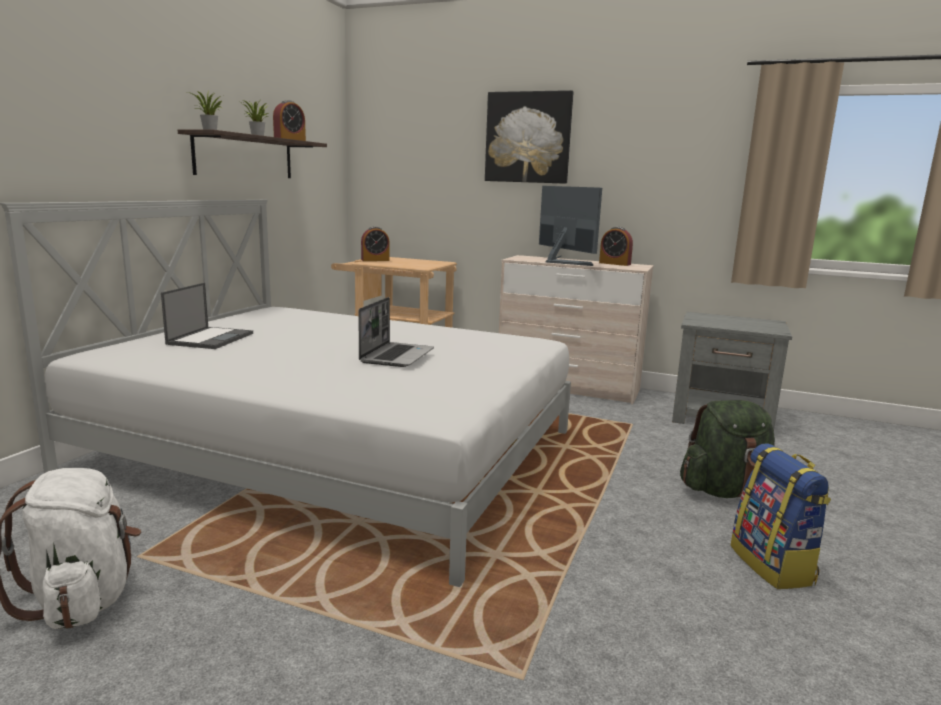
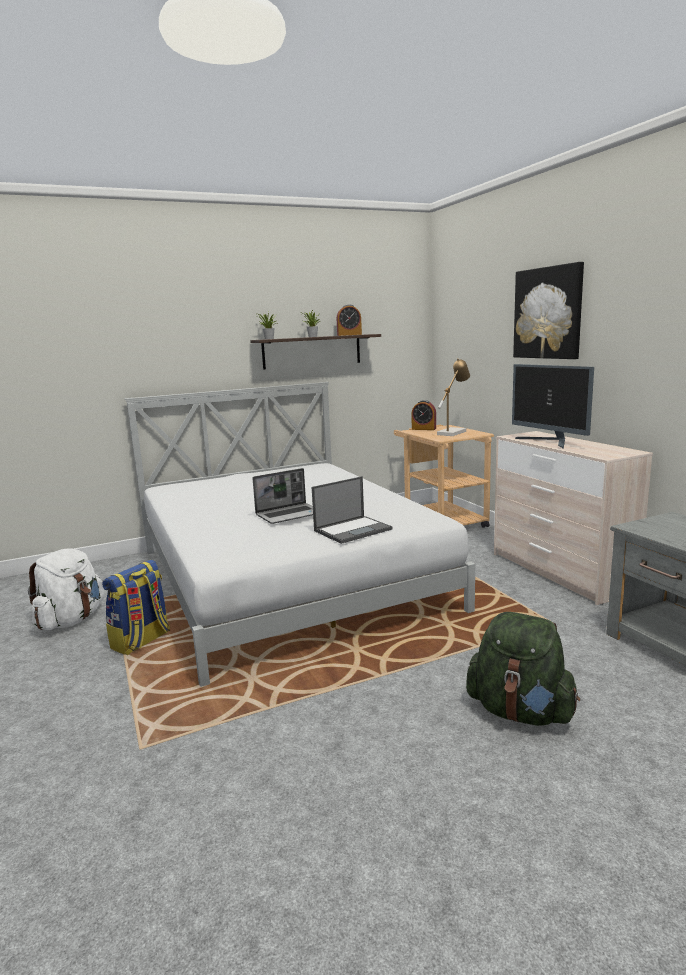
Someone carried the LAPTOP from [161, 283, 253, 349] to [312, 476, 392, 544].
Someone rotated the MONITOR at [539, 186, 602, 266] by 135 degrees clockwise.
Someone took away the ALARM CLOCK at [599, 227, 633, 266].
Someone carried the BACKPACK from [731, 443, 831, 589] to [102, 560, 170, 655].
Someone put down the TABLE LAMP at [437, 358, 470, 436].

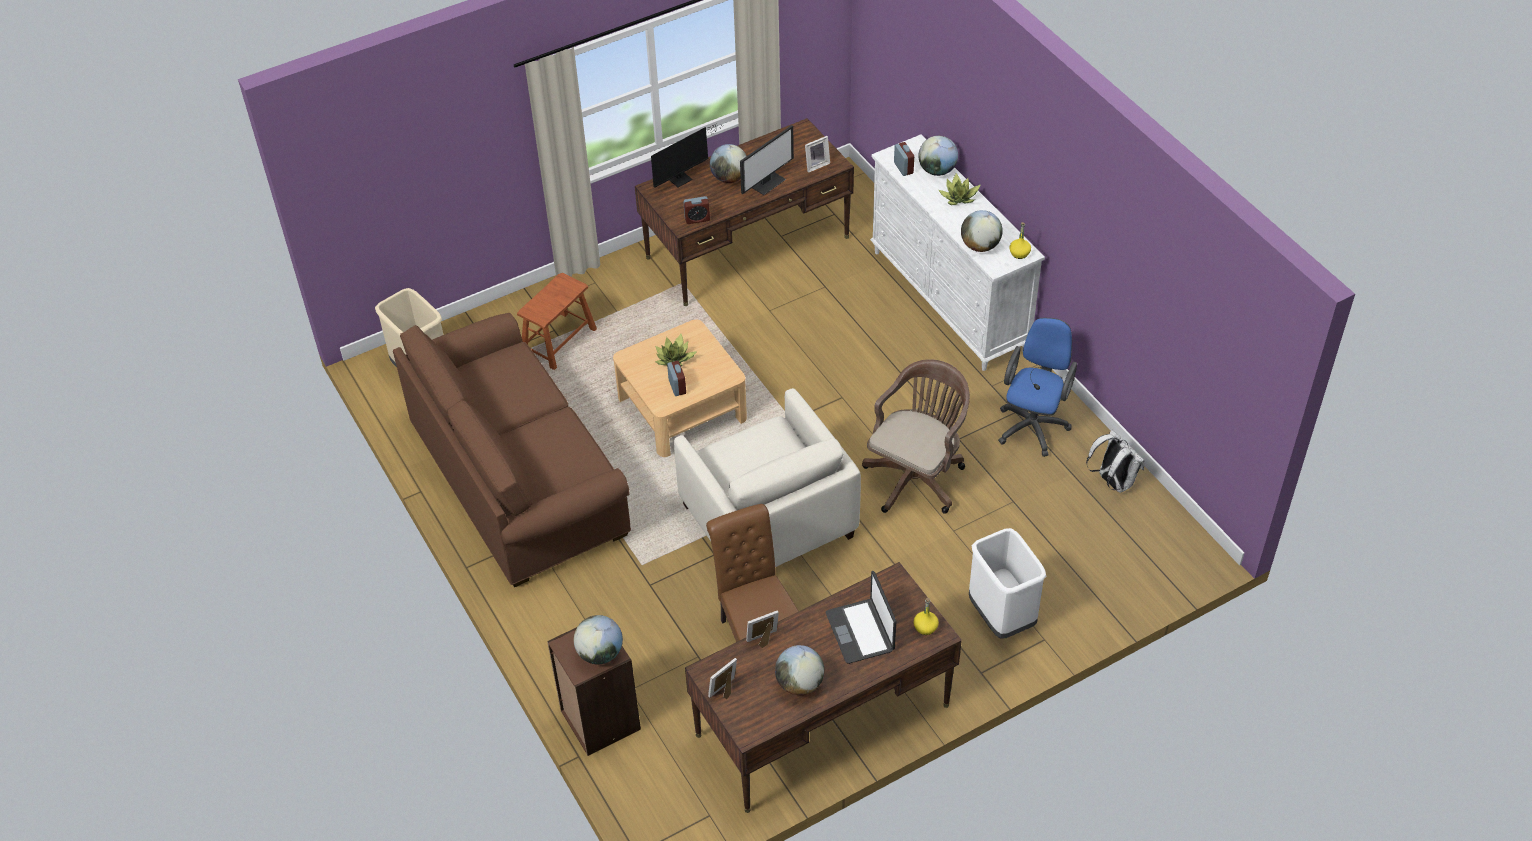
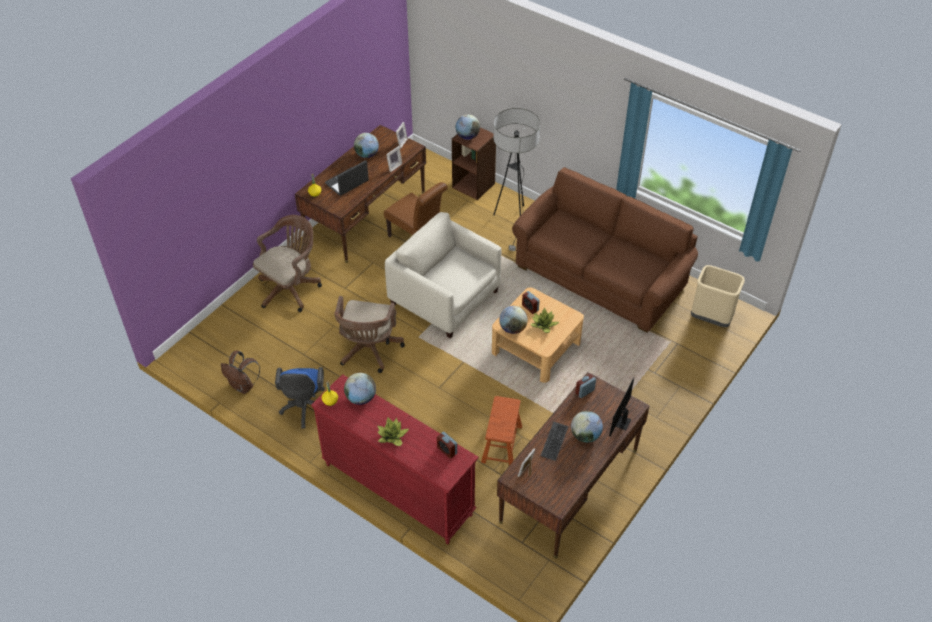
Someone carried the BROWN STOOL from [517, 273, 597, 370] to [481, 396, 522, 466].
Someone swapped the MONITOR at [740, 125, 794, 195] for the KEYBOARD at [541, 422, 569, 461].
Someone rotated the LAPTOP at [826, 571, 896, 664] by 90 degrees counterclockwise.
Someone repainted the WHITE DRESSER at [870, 134, 1045, 371], which became the RED DRESSER at [311, 374, 479, 544].
Someone carried the GLOBE from [918, 136, 958, 176] to [499, 306, 528, 334].
Someone swapped the WHITE TRASH CAN at [969, 528, 1046, 639] for the BROWN OFFICE CHAIR at [253, 215, 322, 312].
Someone repainted the WHITE BACKPACK at [1086, 430, 1144, 493], which became the BROWN BACKPACK at [221, 351, 260, 394].
Someone put down the FLOOR LAMP at [493, 108, 540, 251].

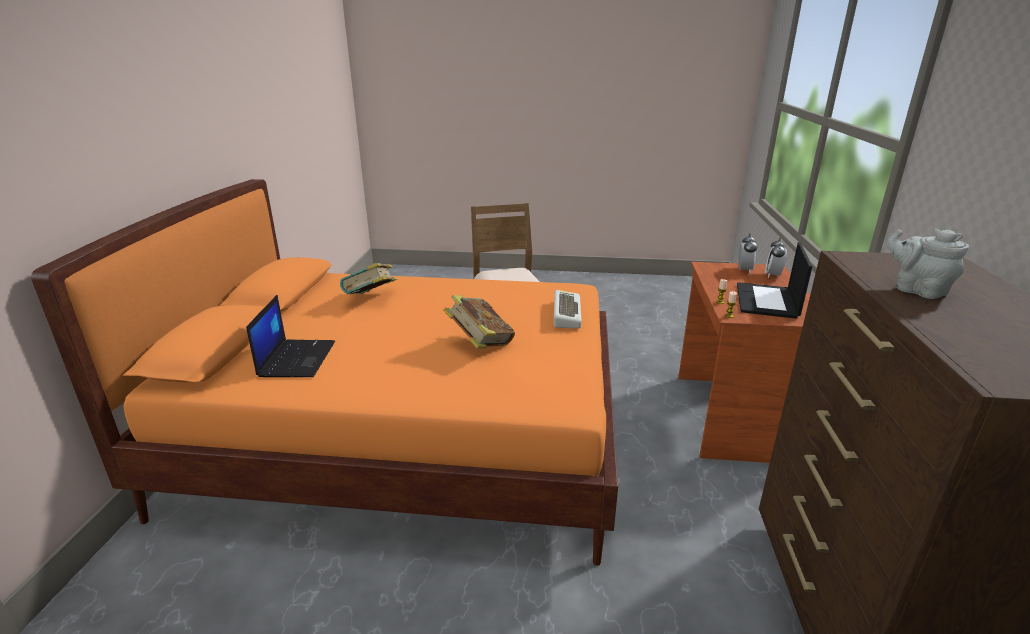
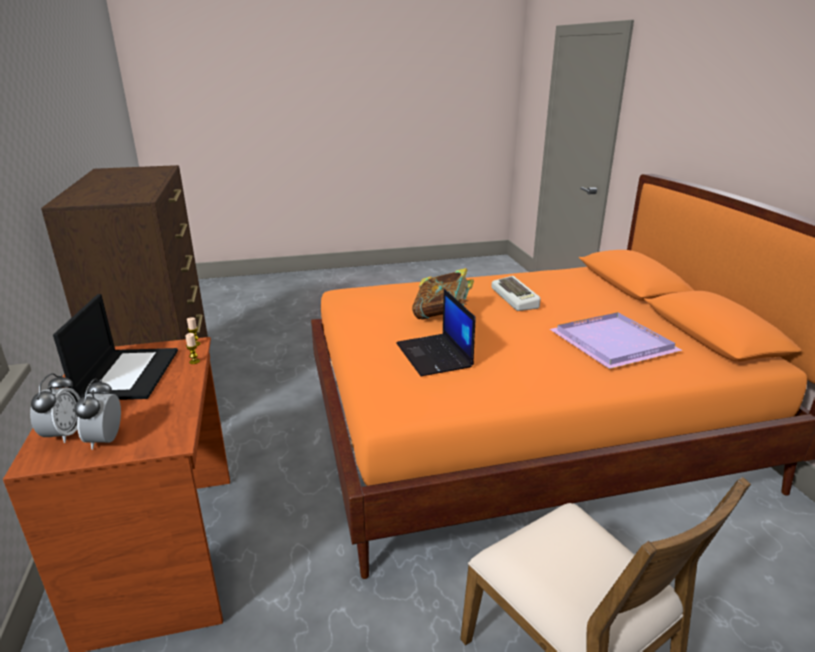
Someone carried the LAPTOP from [246, 295, 335, 377] to [396, 289, 475, 376].
Someone swapped the BOOK at [340, 263, 397, 294] for the PURPLE TRAY at [550, 312, 682, 369].
Someone carried the KEYBOARD from [553, 290, 582, 328] to [492, 276, 541, 311].
Someone took away the GREY TEAPOT at [887, 229, 969, 299].

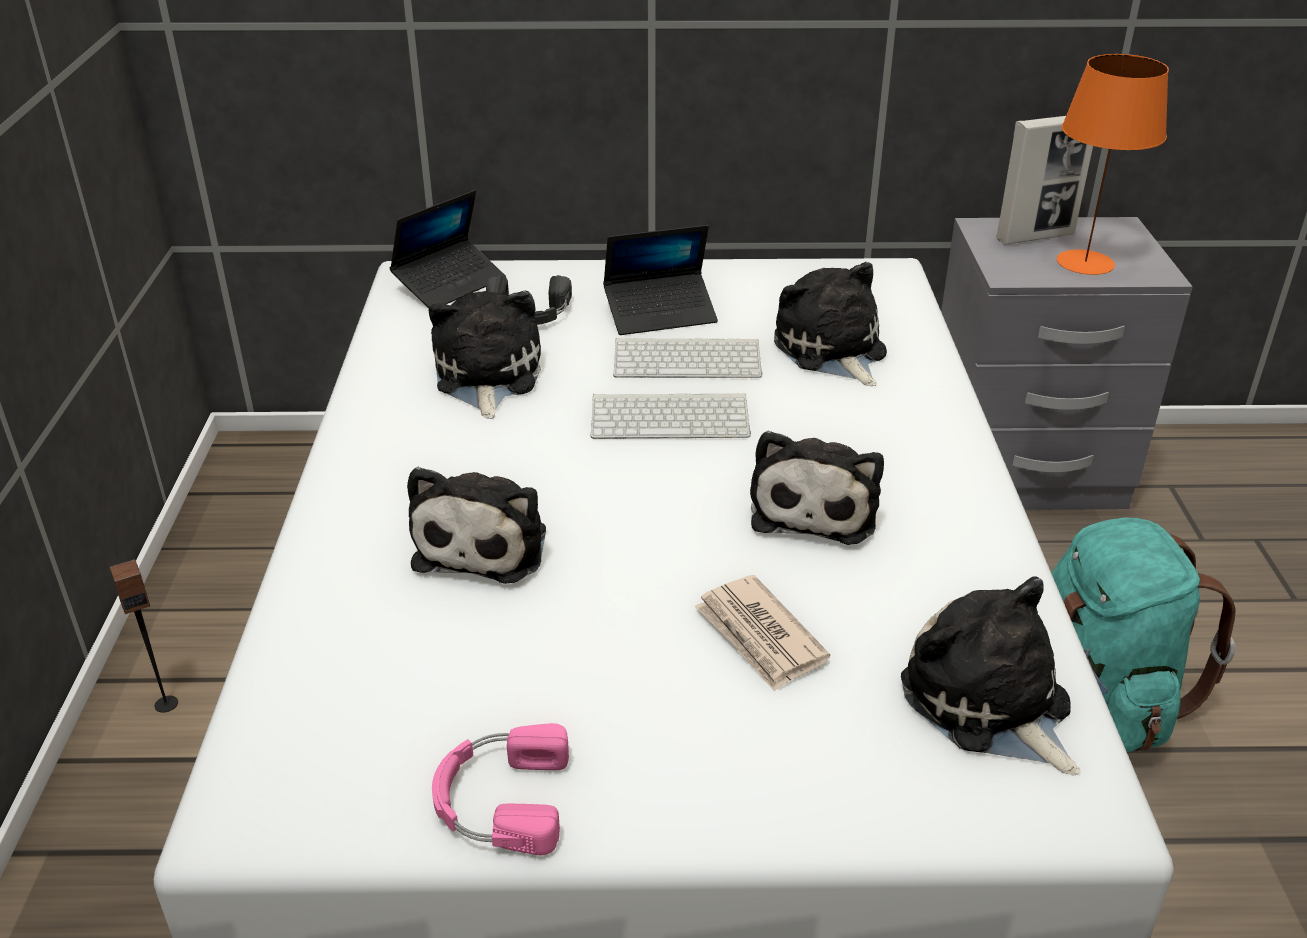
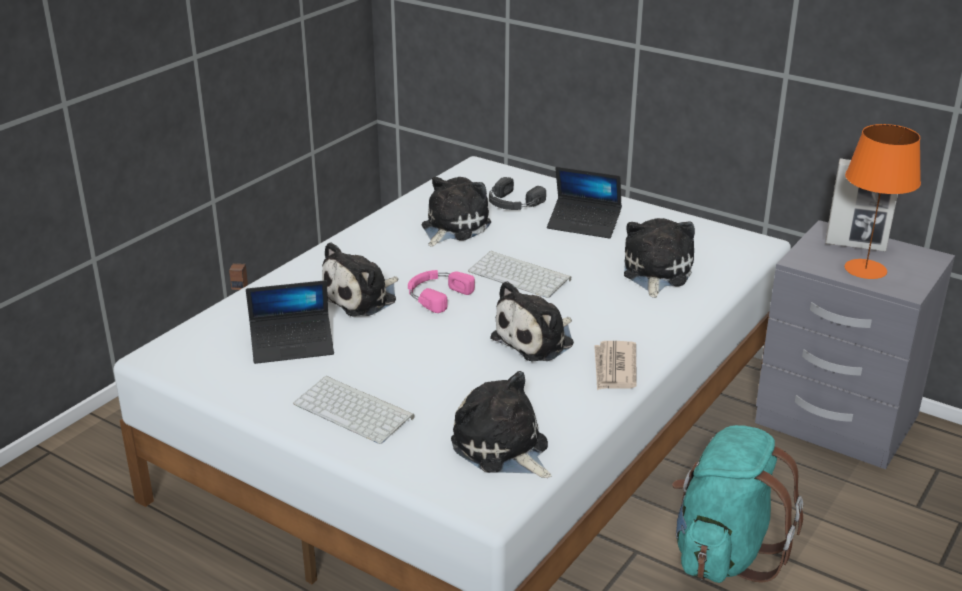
Someone carried the LAPTOP from [390, 190, 506, 308] to [246, 280, 334, 364].
Someone carried the PINK HEADPHONES from [432, 723, 569, 855] to [408, 270, 475, 313].
Someone carried the KEYBOARD from [613, 338, 762, 378] to [293, 376, 415, 444].
Someone carried the NEWSPAPER from [695, 575, 830, 692] to [594, 341, 637, 390].
Someone rotated the PLUSH TOY at [901, 576, 1081, 776] by 45 degrees counterclockwise.

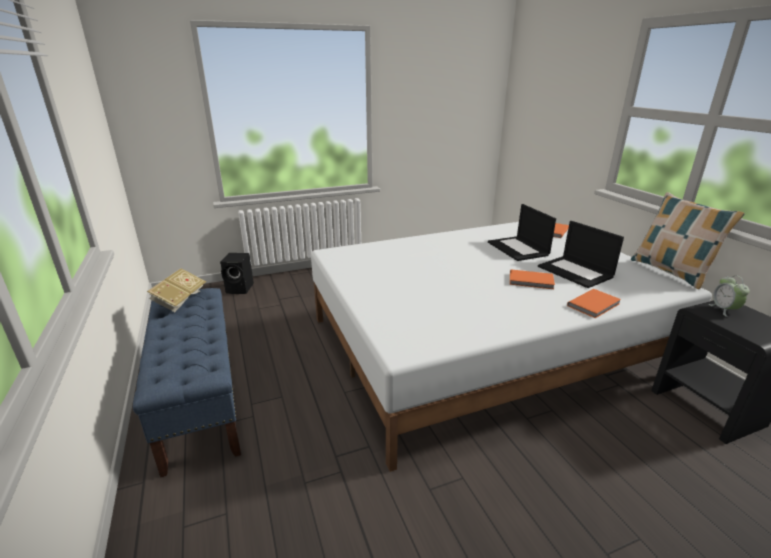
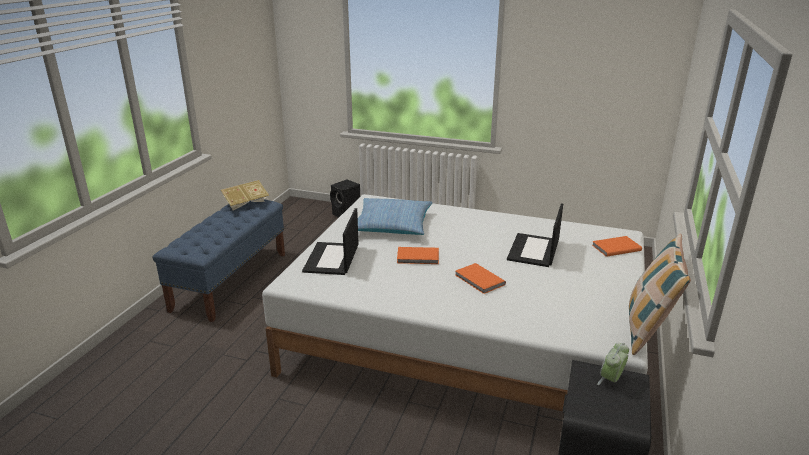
Someone carried the LAPTOP from [538, 221, 624, 288] to [302, 208, 359, 275].
Someone carried the ORANGE BOOK from [567, 289, 621, 318] to [397, 247, 439, 264].
Someone put down the PILLOW at [358, 198, 432, 235].

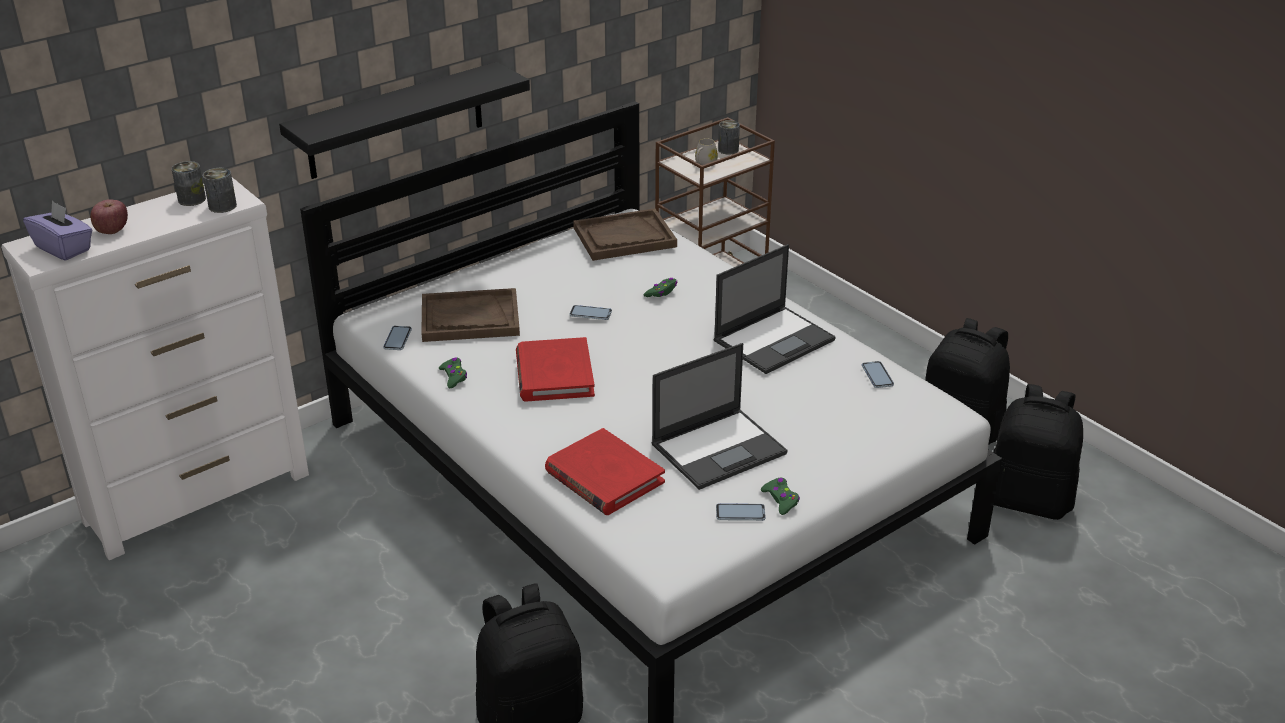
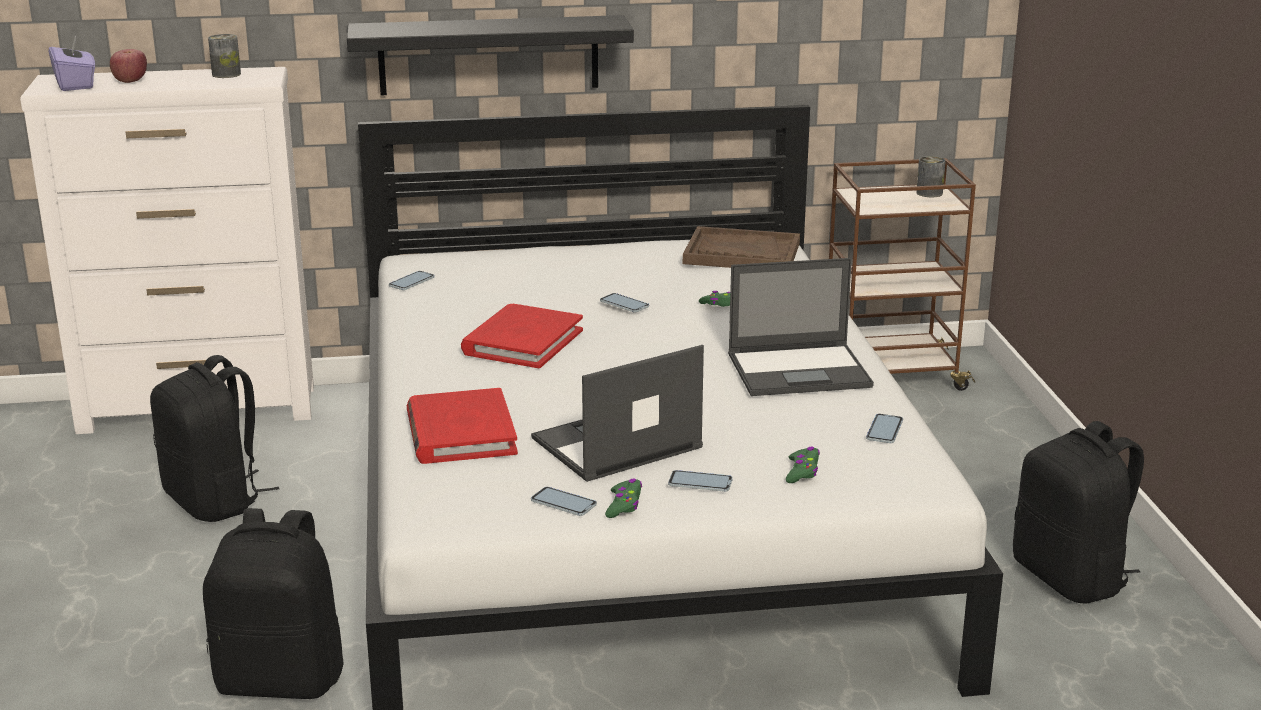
Someone took away the CAN at [203, 168, 237, 213].
Someone took away the BROWN TRAY at [421, 288, 520, 342].
Someone carried the GREEN GAME CONTROLLER from [439, 358, 467, 388] to [786, 447, 820, 483].
Someone rotated the LAPTOP at [652, 343, 788, 490] by 150 degrees clockwise.
Someone took away the WHITE MUG at [695, 138, 718, 165].
Someone carried the BLACK BACKPACK from [993, 384, 1083, 520] to [150, 355, 279, 522].
Someone put down the PHONE at [668, 470, 733, 492].

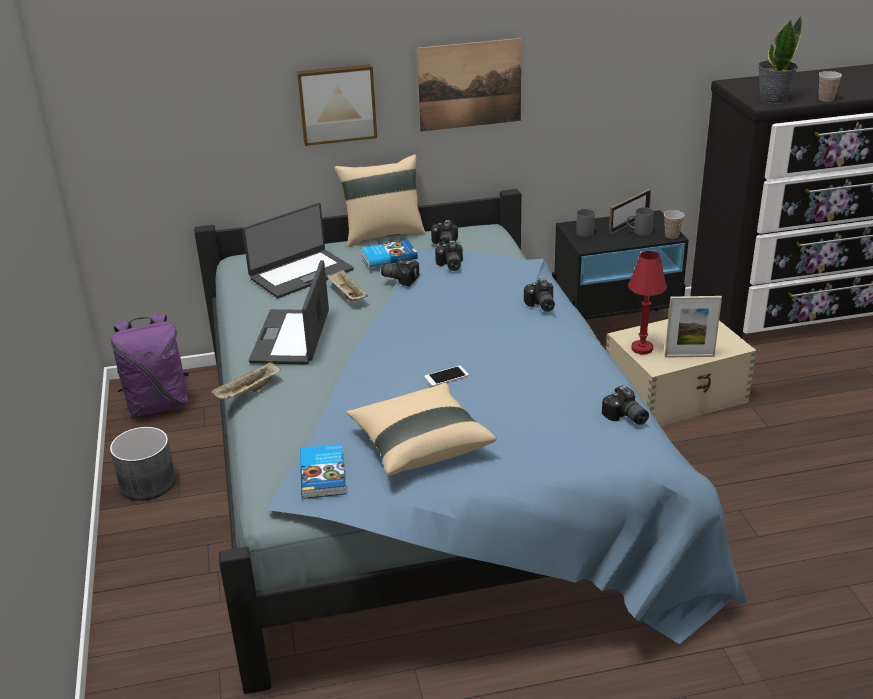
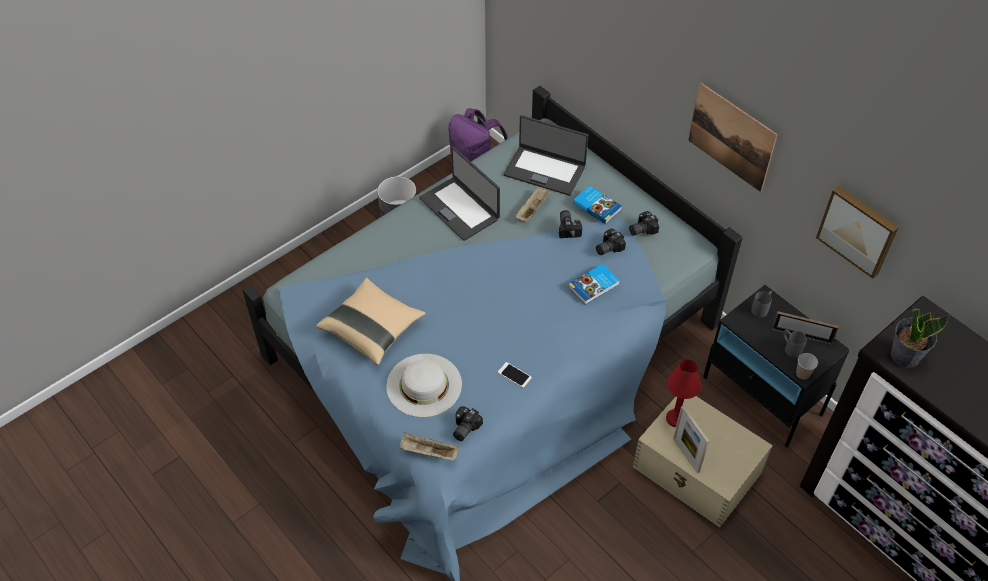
Someone carried the BEIGE TRAY from [211, 361, 281, 400] to [400, 432, 460, 460].
Someone rotated the LAPTOP at [249, 260, 329, 364] by 105 degrees counterclockwise.
Someone carried the PICTURE from [297, 64, 377, 146] to [816, 186, 899, 279].
Someone carried the BOOK from [300, 444, 346, 499] to [568, 264, 620, 305].
Someone took away the BEIGE PILLOW at [334, 154, 425, 247].
Someone carried the PHONE from [424, 366, 469, 386] to [498, 362, 532, 388].
Someone took away the PHOTO CAMERA at [524, 279, 555, 312].
Someone took away the CUP at [819, 71, 842, 102].
Someone put down the WHITE HAT at [386, 354, 462, 417].

